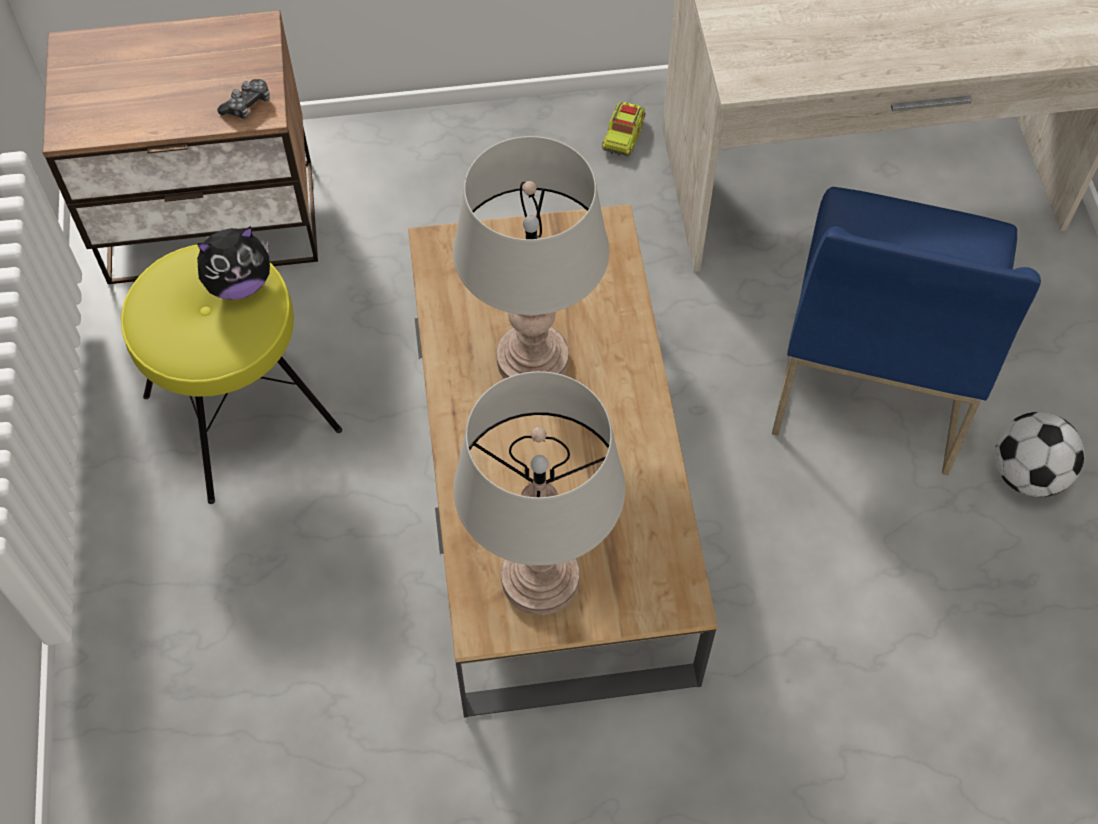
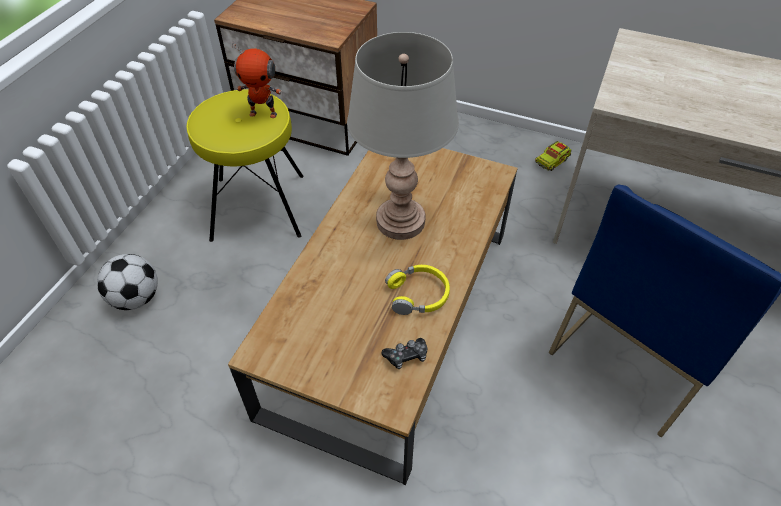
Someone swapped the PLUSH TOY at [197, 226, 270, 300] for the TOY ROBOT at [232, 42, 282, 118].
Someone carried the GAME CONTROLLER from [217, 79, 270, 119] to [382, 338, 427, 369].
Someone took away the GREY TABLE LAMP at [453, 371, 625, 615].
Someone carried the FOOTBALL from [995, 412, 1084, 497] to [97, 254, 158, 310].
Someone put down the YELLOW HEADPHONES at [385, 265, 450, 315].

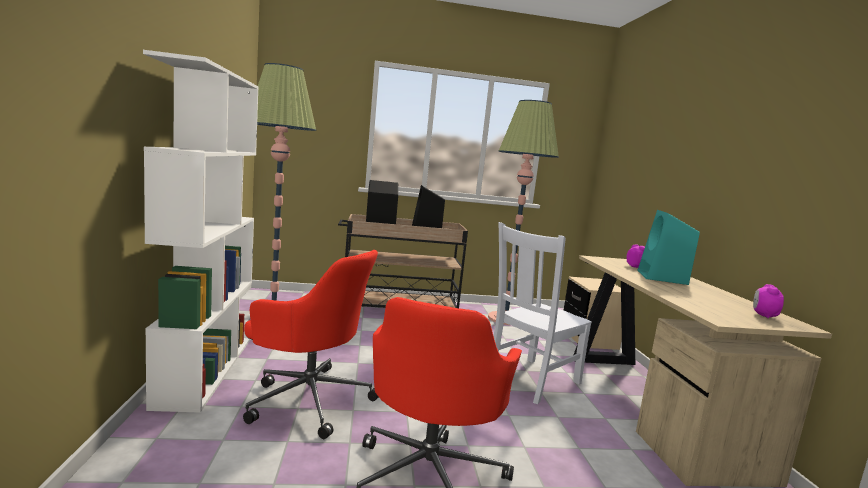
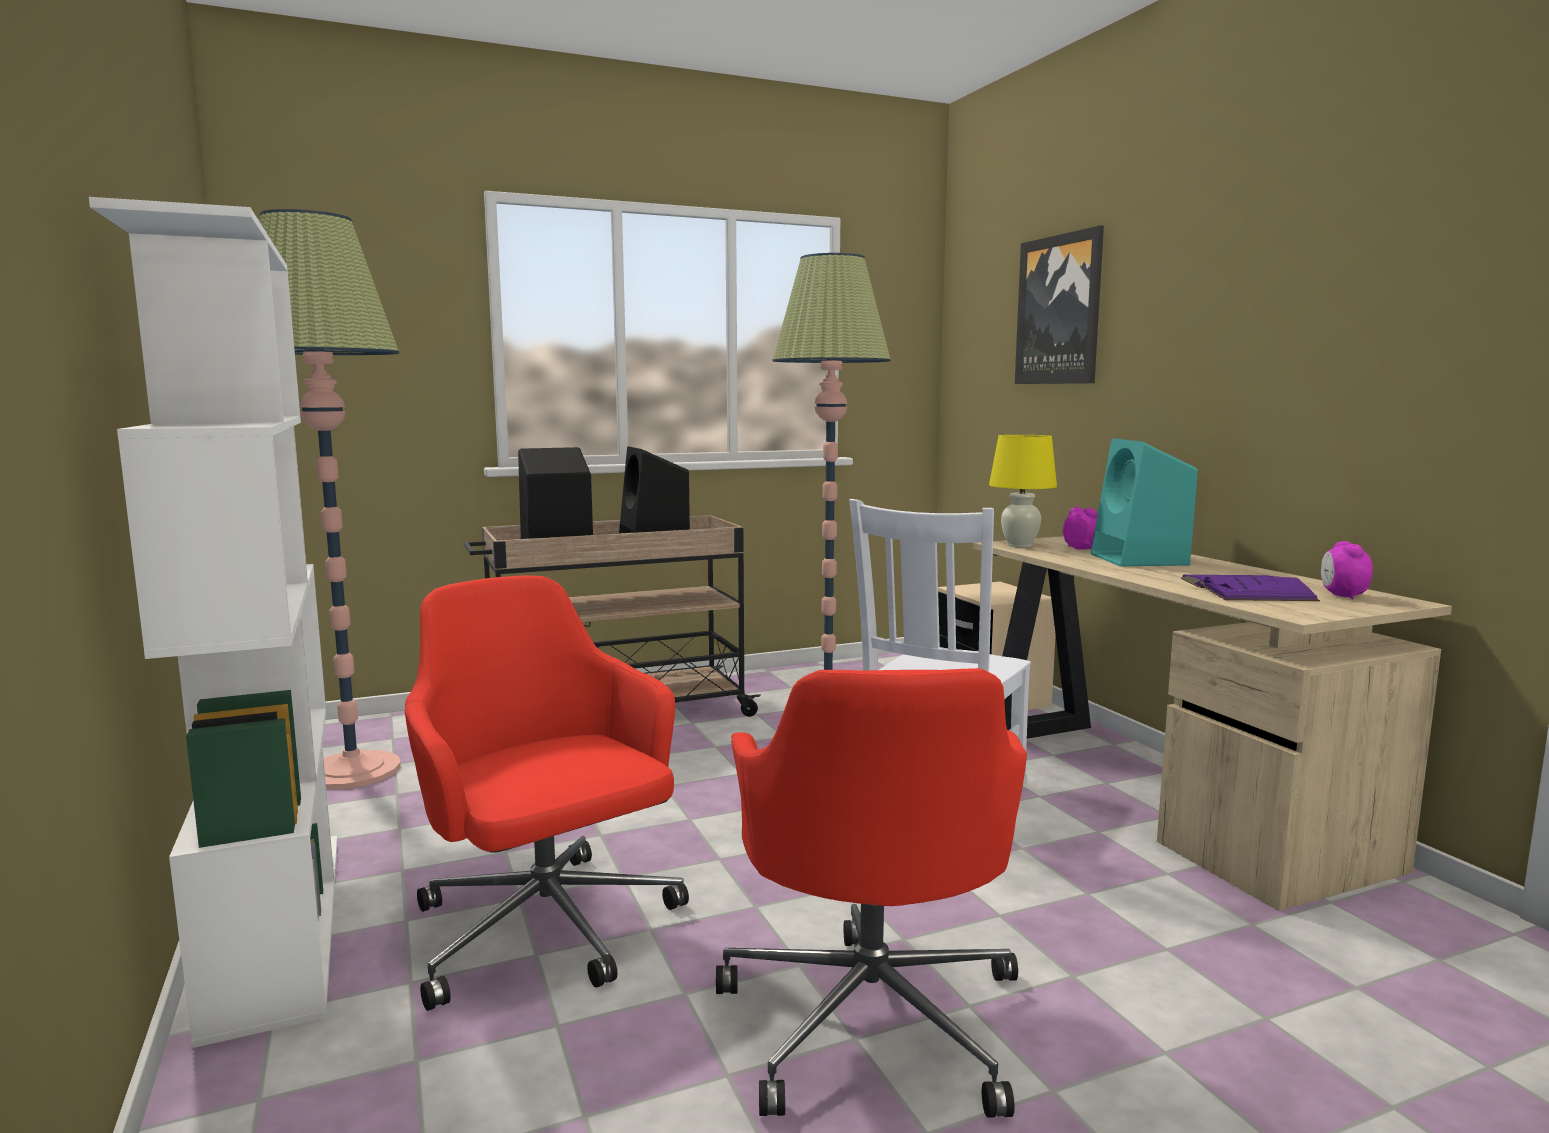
Someone rotated the RED OFFICE CHAIR at [243, 250, 379, 439] by 135 degrees counterclockwise.
Someone put down the YELLOW TABLE LAMP at [989, 435, 1057, 547].
Someone put up the PICTURE at [1015, 225, 1104, 384].
Someone put down the PURPLE BOOK at [1181, 575, 1320, 601].

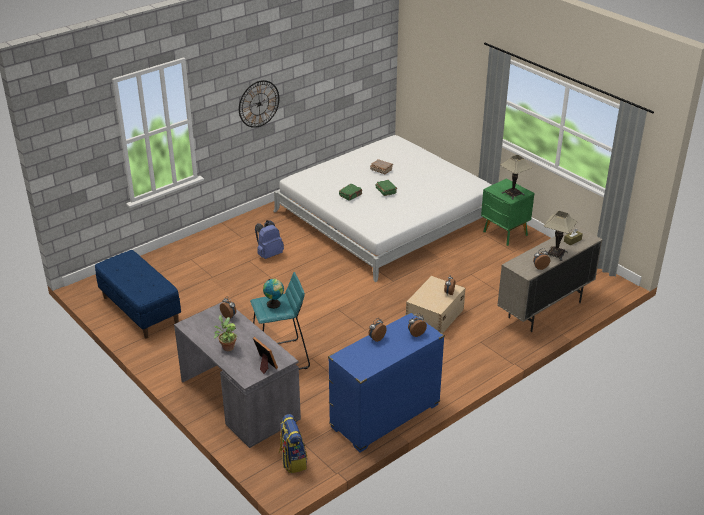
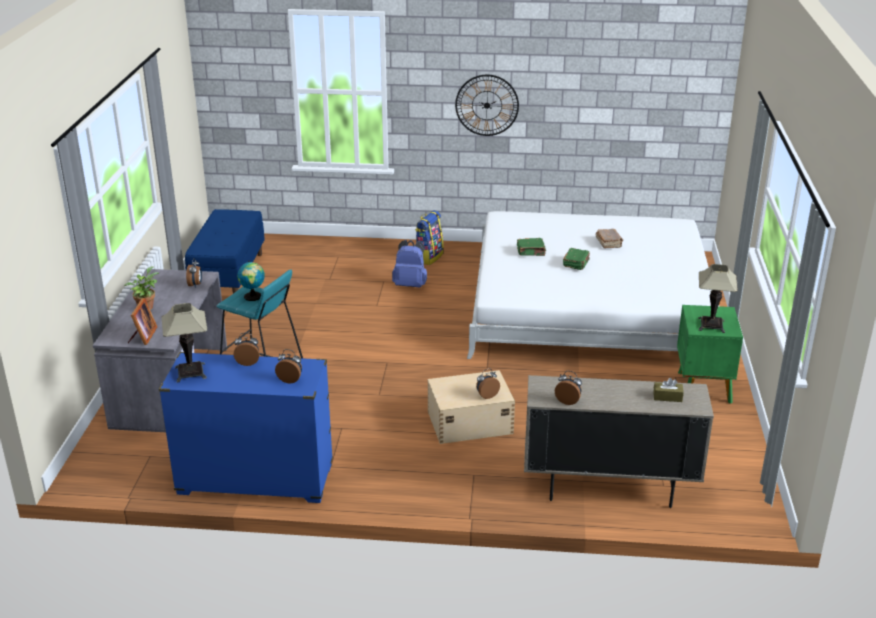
Someone carried the BACKPACK from [279, 414, 307, 473] to [415, 210, 444, 265].
Someone carried the TABLE LAMP from [544, 211, 577, 261] to [161, 303, 207, 383].

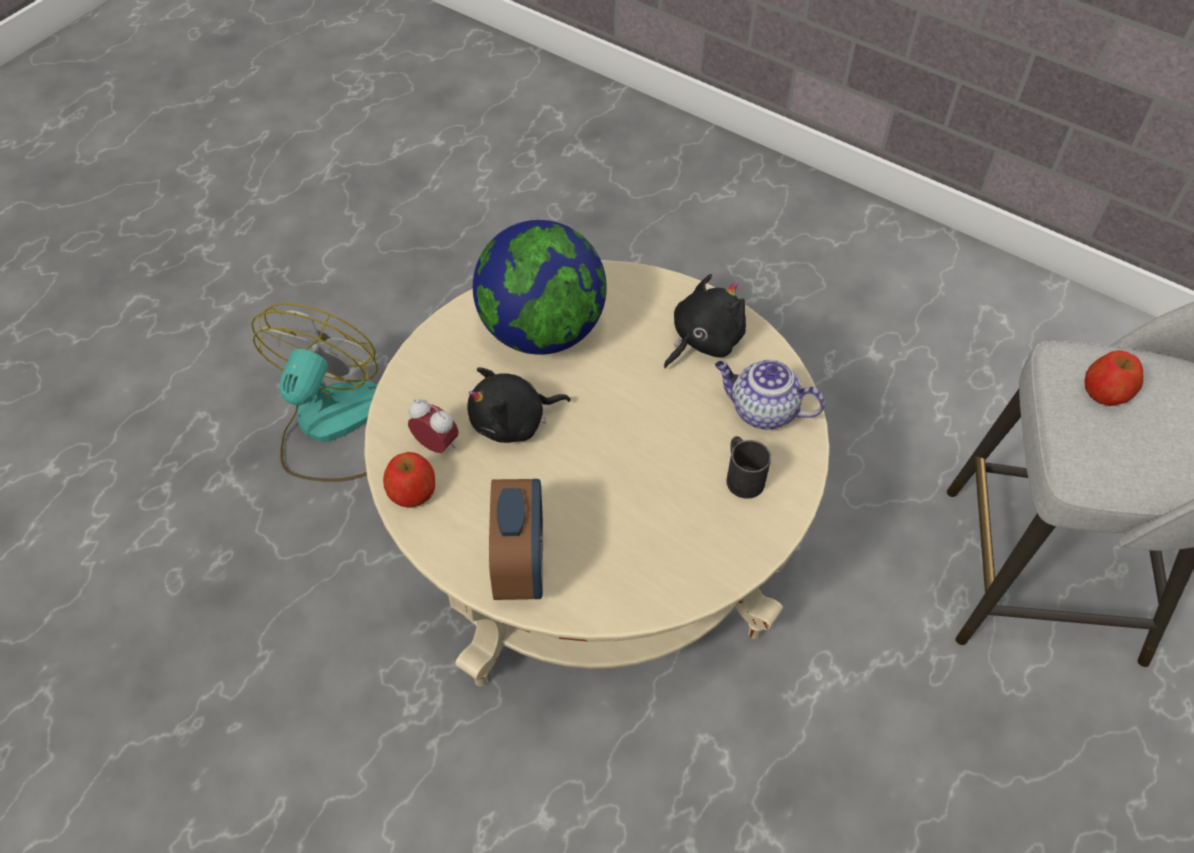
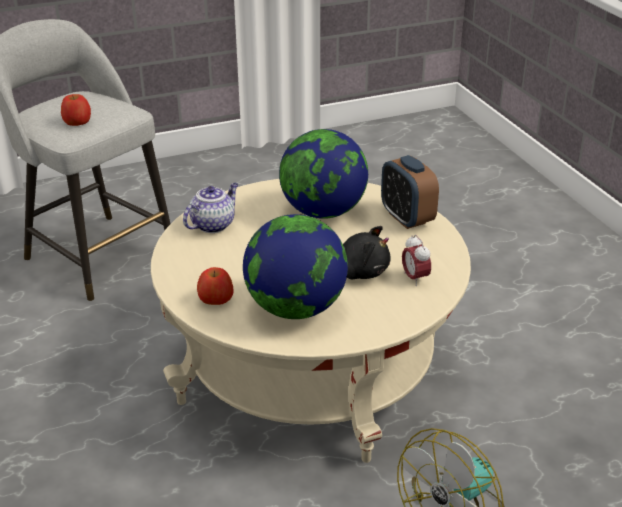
Someone carried the APPLE from [383, 452, 435, 508] to [197, 267, 234, 305].
Someone rotated the ALARM CLOCK at [489, 479, 543, 600] by 60 degrees counterclockwise.
Someone took away the BLACK PLUSH TOY at [664, 274, 746, 368].
Someone rotated the TEAPOT at [715, 359, 825, 430] by 105 degrees counterclockwise.
Someone took away the BLACK MUG at [726, 436, 771, 499].
Someone put down the GLOBE at [279, 129, 368, 219].

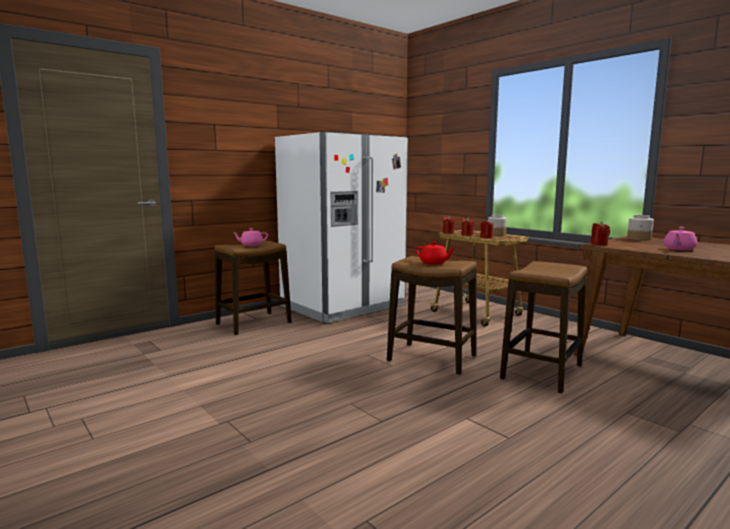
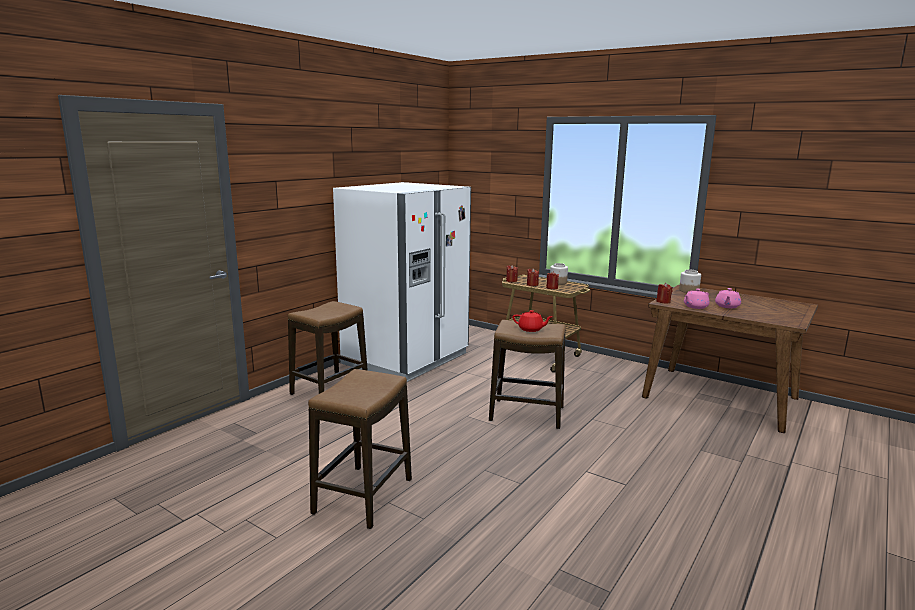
Someone carried the PINK TEAPOT from [232, 228, 268, 246] to [684, 288, 710, 309].
Someone carried the STOOL from [500, 261, 587, 394] to [308, 369, 412, 529].

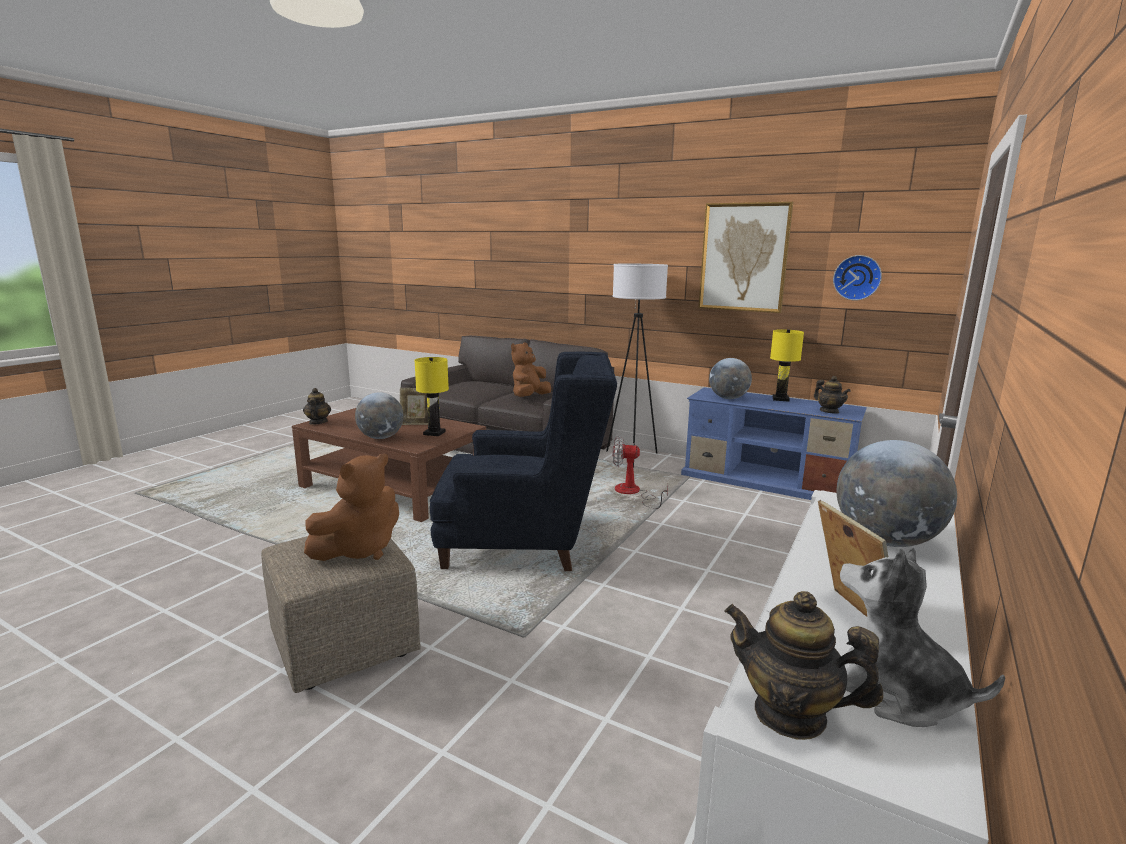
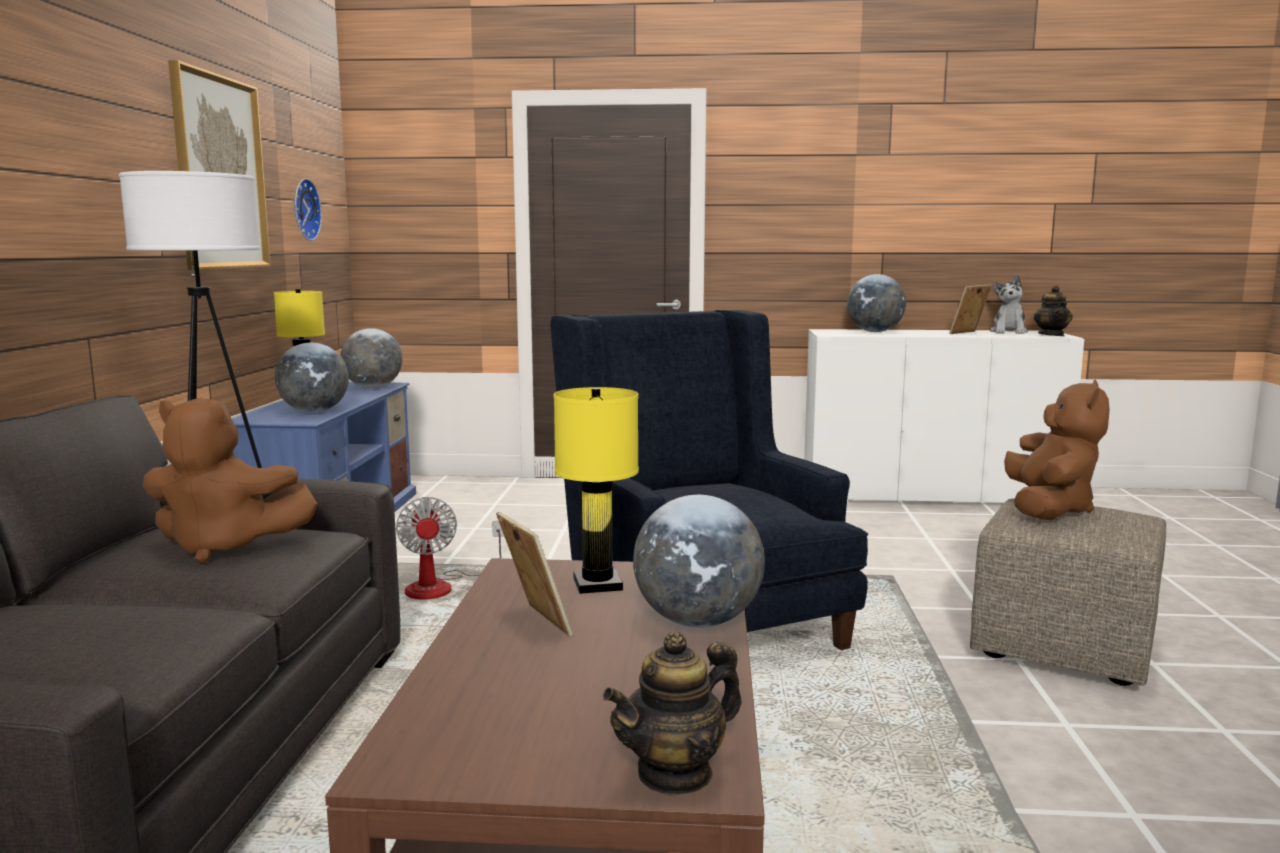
Someone rotated the BROWN PLUSH TOY at [304, 454, 399, 561] by 90 degrees clockwise.
Someone swapped the TEAPOT at [814, 376, 851, 414] for the GLOBE at [340, 328, 403, 388].

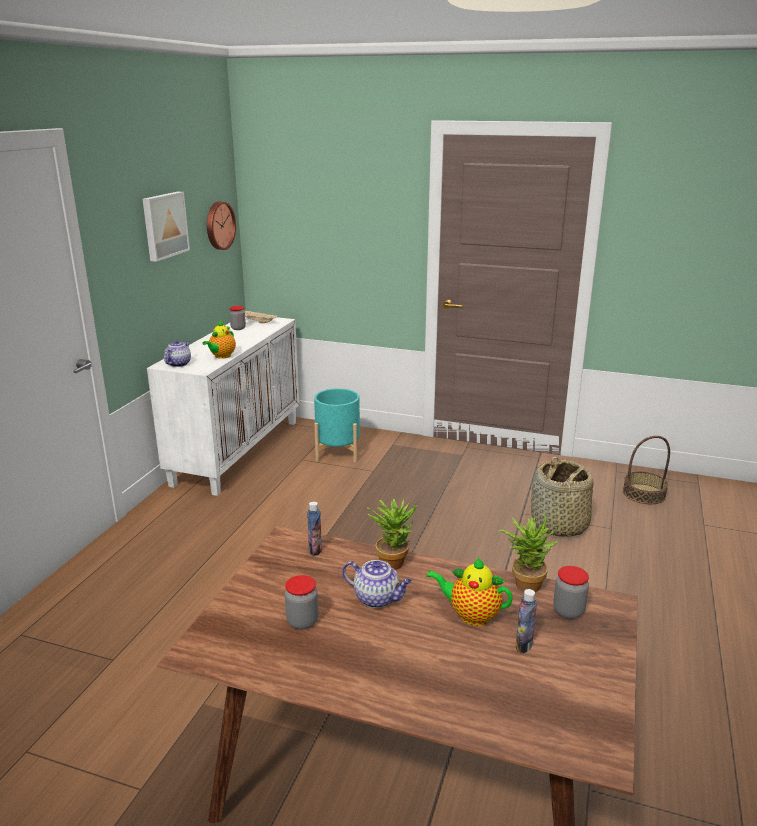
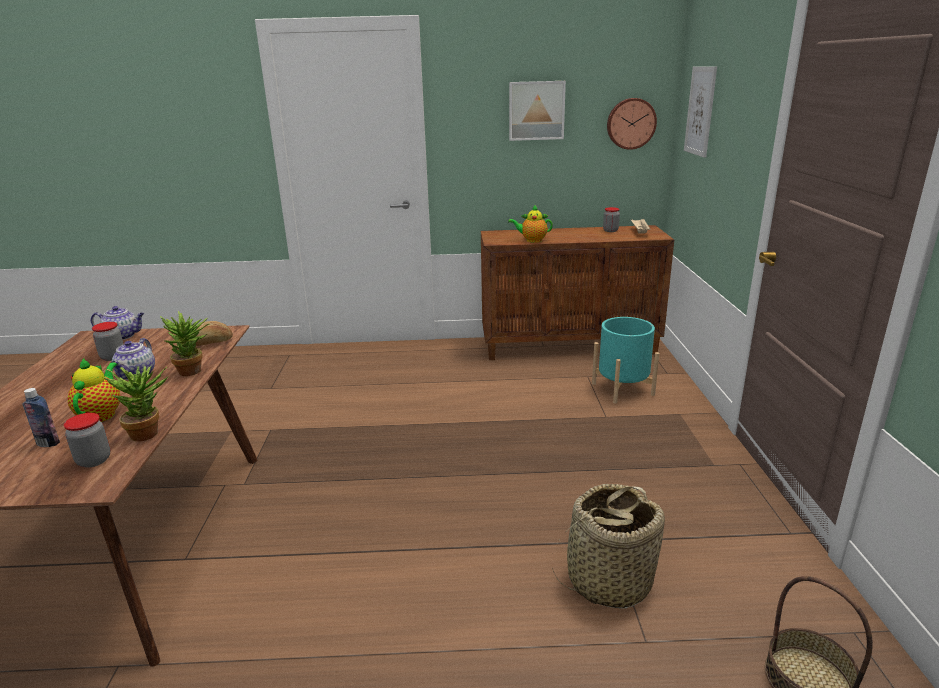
Someone repainted the WHITE CABINET at [147, 317, 299, 496], which became the BROWN CABINET at [481, 225, 674, 360].
Someone carried the TEAPOT from [164, 340, 191, 367] to [91, 306, 145, 340].
Someone swapped the BOTTLE at [307, 501, 322, 556] for the BREAD at [193, 321, 233, 346].
Someone put up the PICTURE at [684, 66, 717, 158].

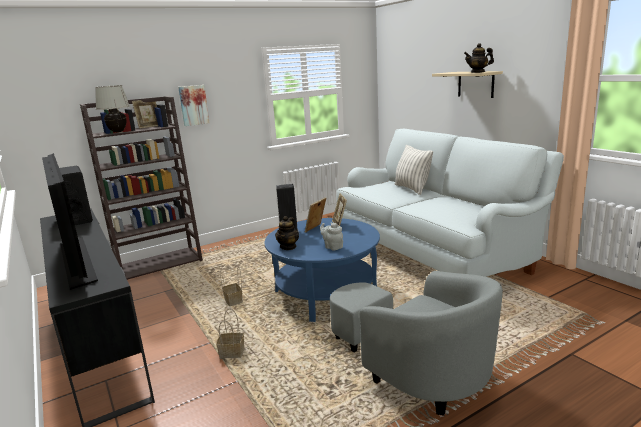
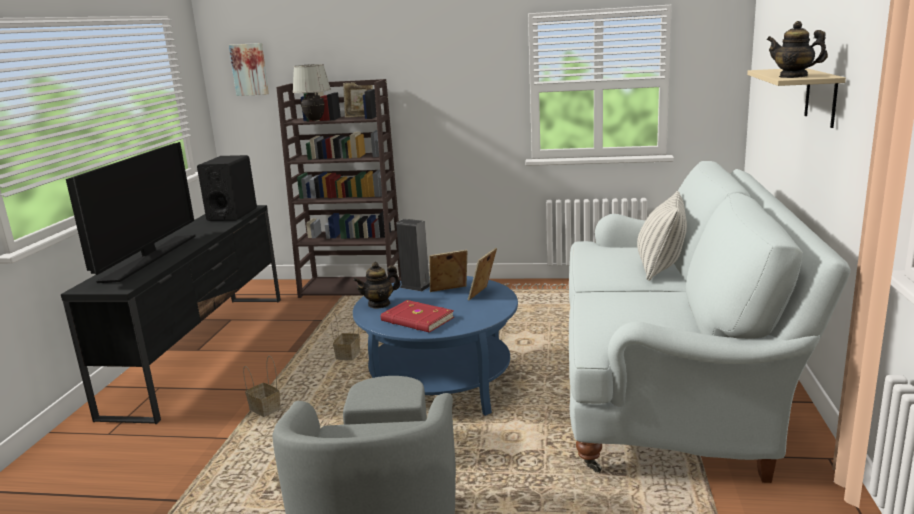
Someone carried the PICTURE from [178, 85, 209, 126] to [229, 43, 269, 96].
Someone swapped the GREY TEAPOT at [320, 223, 343, 250] for the RED BOOK at [381, 300, 454, 333].

